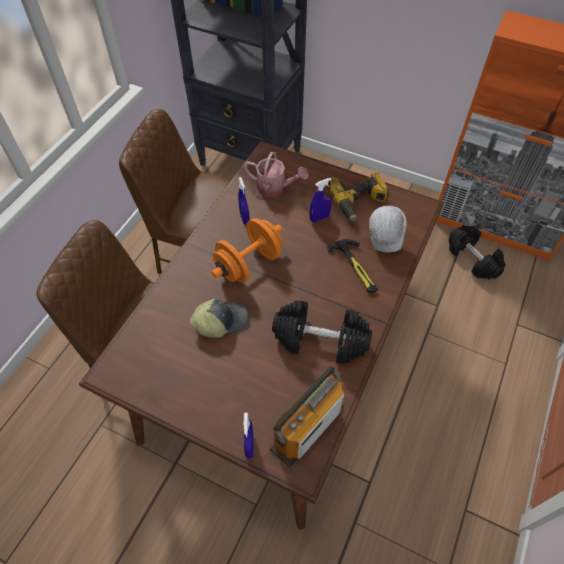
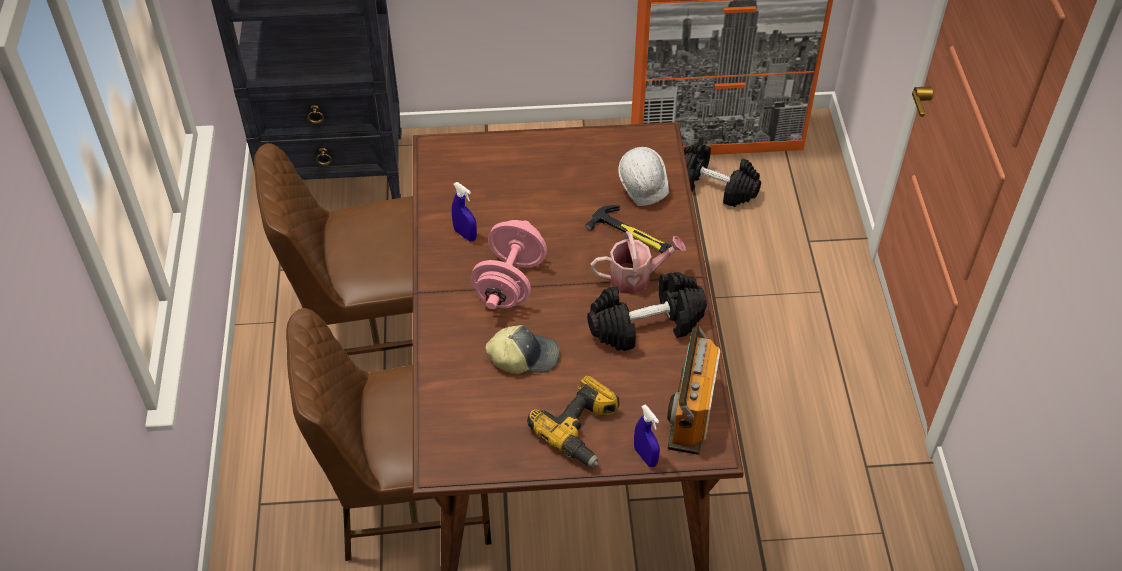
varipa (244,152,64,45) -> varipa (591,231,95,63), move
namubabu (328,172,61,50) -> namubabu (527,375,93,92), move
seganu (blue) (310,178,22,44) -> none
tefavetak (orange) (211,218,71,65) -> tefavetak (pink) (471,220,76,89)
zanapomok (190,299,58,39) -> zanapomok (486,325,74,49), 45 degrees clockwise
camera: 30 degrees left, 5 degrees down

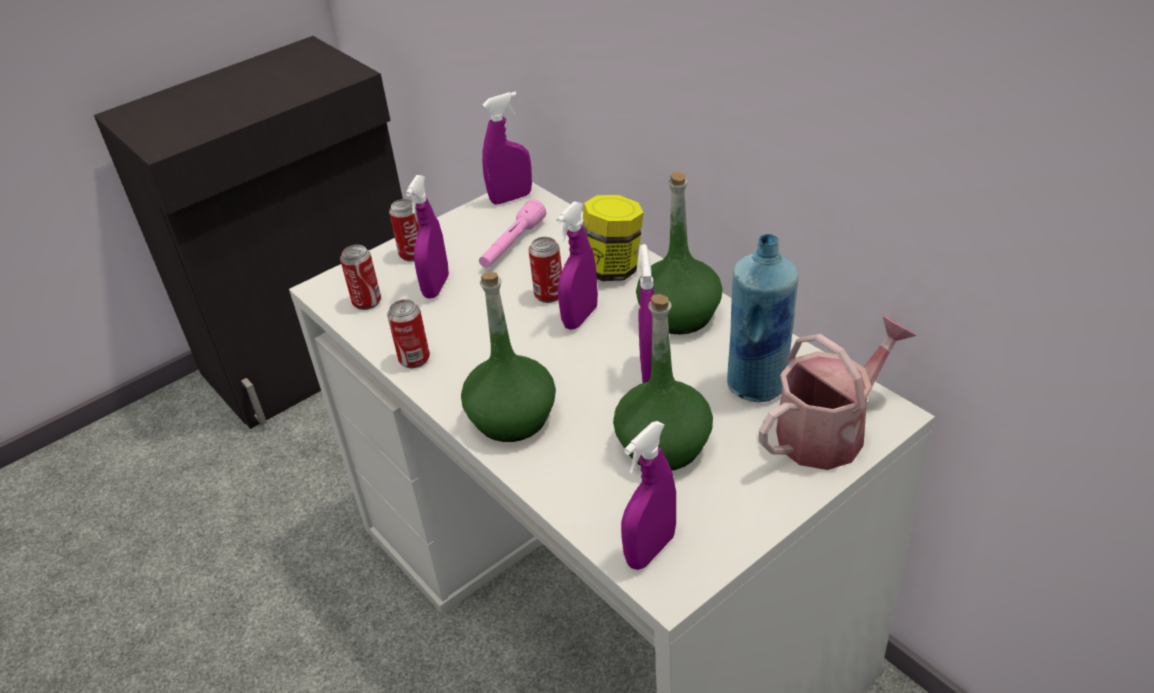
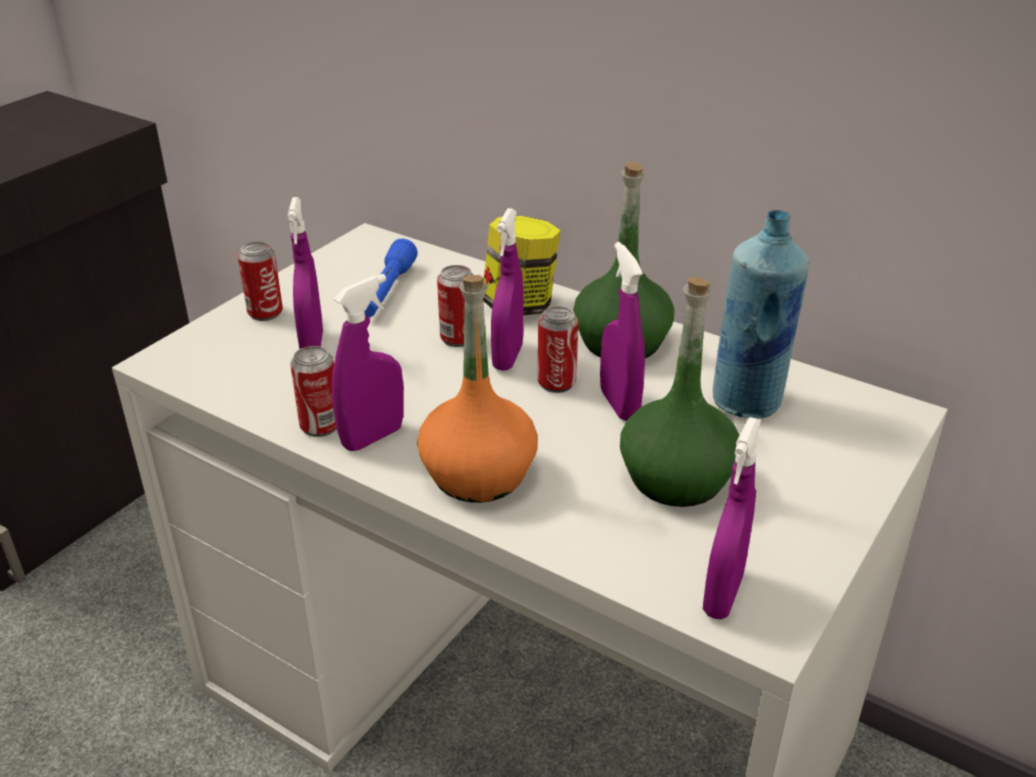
seganu (purple) (482,92,50,112) -> seganu (purple) (332,274,72,177), move
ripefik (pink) (479,199,67,69) -> ripefik (blue) (365,239,53,78)
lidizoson (340,245,41,65) -> lidizoson (537,306,41,87), move
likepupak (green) (461,272,95,170) -> likepupak (orange) (417,275,121,228)
varipa (759,316,157,154) -> none
camera: 20 degrees left, 5 degrees down

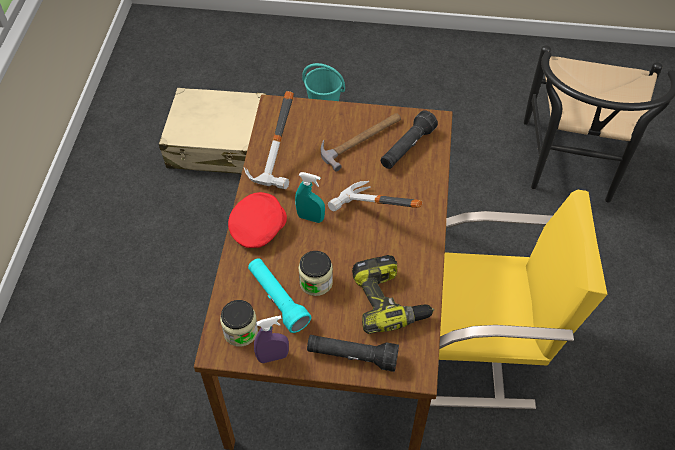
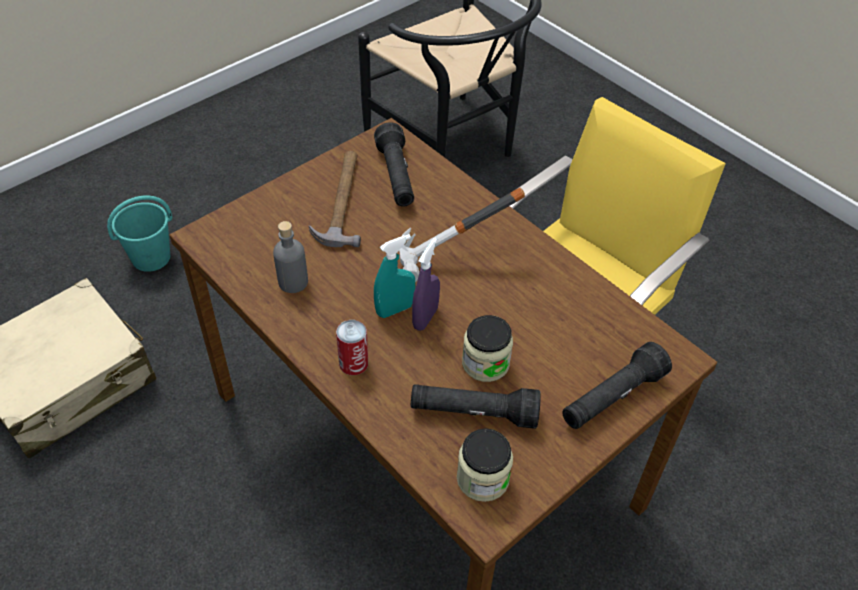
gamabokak (244,91,50,98) -> likepupak (grey) (273,221,35,72)
zanapomok (red) (228,192,59,56) -> lidizoson (336,320,32,55)
namubabu (352,255,82,79) -> none
ripefik (turquoise) (248,258,63,75) -> ripefik (black) (411,384,130,45)
seganu (purple) (254,315,35,48) -> seganu (purple) (412,237,28,94), move
camera: 50 degrees left, 5 degrees down

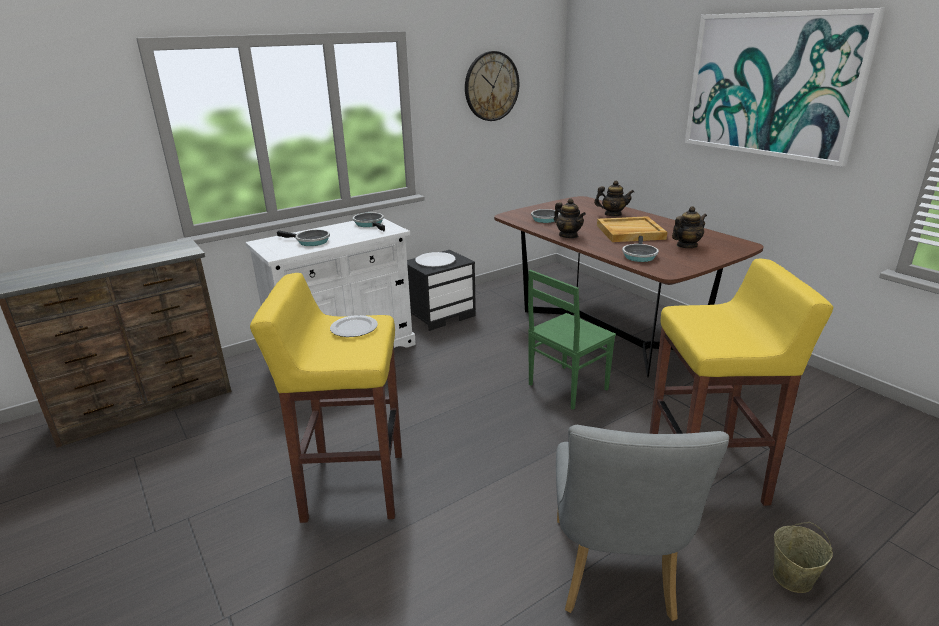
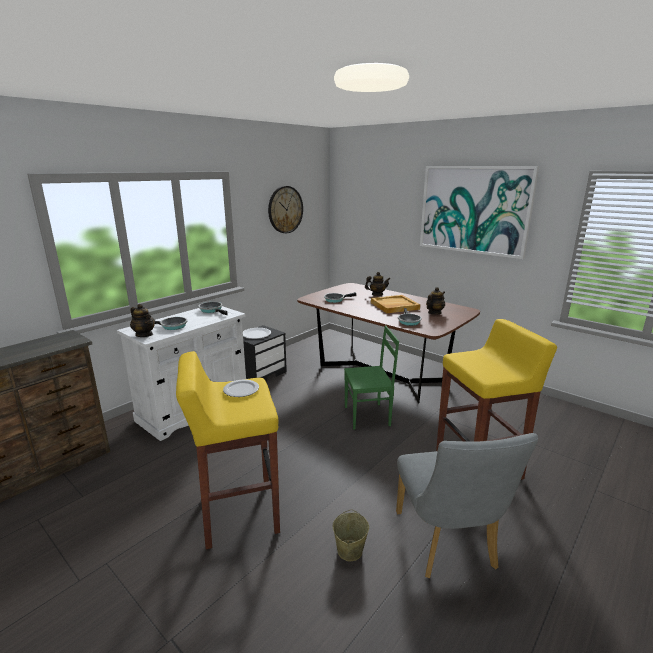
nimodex (554,198,32,40) -> nimodex (130,304,25,33), move
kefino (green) (528,270,88,140) -> kefino (green) (344,325,55,105), 135 degrees counterclockwise
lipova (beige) (773,522,60,71) -> lipova (beige) (333,509,36,52), move
camera: 15 degrees left, 5 degrees down

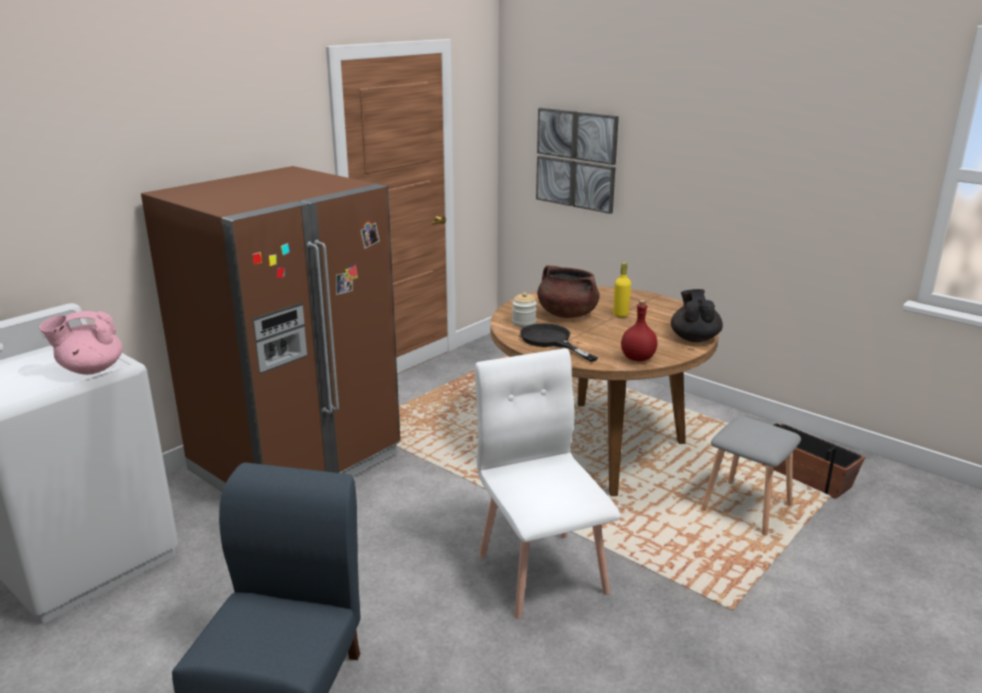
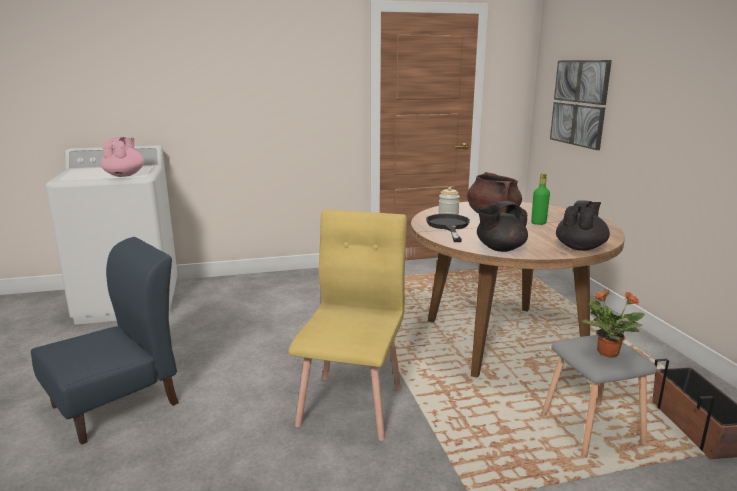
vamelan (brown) (141,166,259,326) -> none
likepupak (yellow) (613,262,18,55) -> likepupak (green) (531,173,19,52)
likepupak (red) (621,300,36,62) -> nimodex (black) (477,201,51,51)
nimodex (pink) (39,311,84,64) -> nimodex (pink) (101,137,43,40), 75 degrees clockwise
kefino (white) (475,348,145,271) -> kefino (yellow) (289,209,118,232)
none -> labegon (581,289,64,69)
camera: 35 degrees right, 5 degrees down

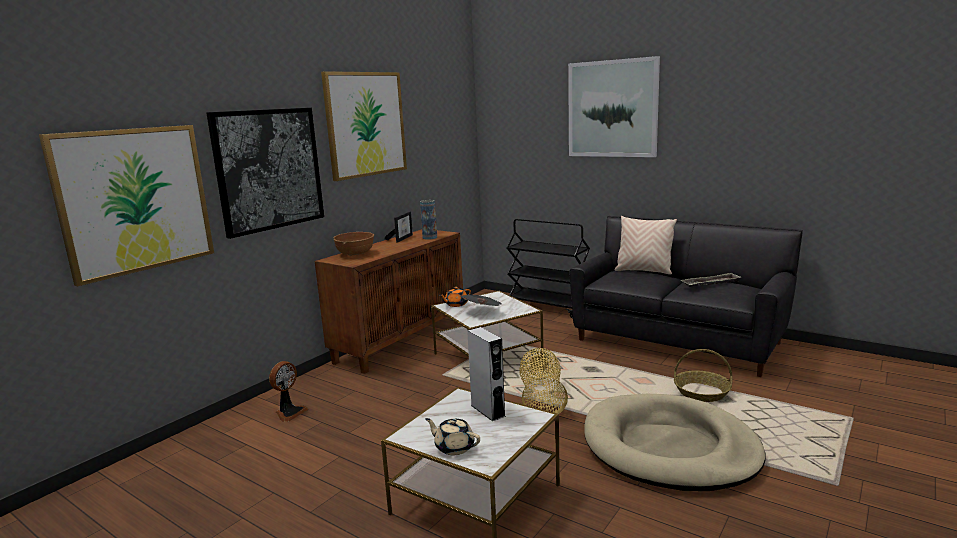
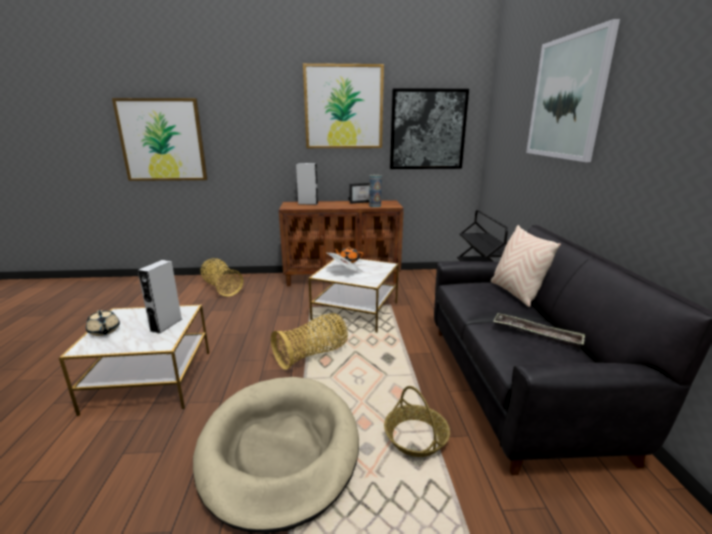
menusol (206,108,118,131) -> menusol (390,88,79,81), move
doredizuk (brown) (333,232,41,24) -> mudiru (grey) (296,163,22,42)
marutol (269,361,39,61) -> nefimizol (200,258,43,39)
nimodex (beige) (425,418,55,37) -> nimodex (beige) (86,310,34,26), 150 degrees clockwise
camera: 50 degrees right, 5 degrees up

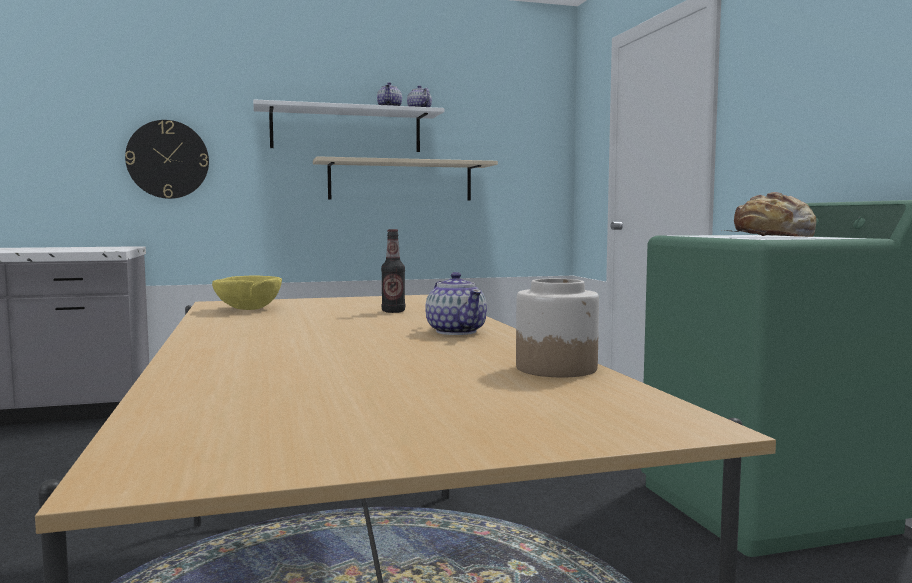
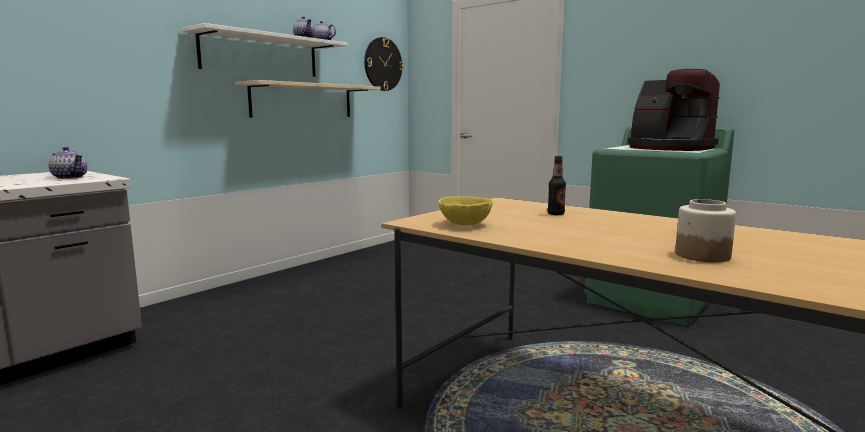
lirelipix (125,120,84,79) -> lirelipix (364,37,39,54), move
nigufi (722,192,94,45) -> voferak (628,69,92,82)
nimodex (425,272,62,63) -> nimodex (48,147,39,32), move
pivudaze (516,279,83,98) -> pivudaze (675,199,61,63), move
camera: 35 degrees left, 5 degrees up

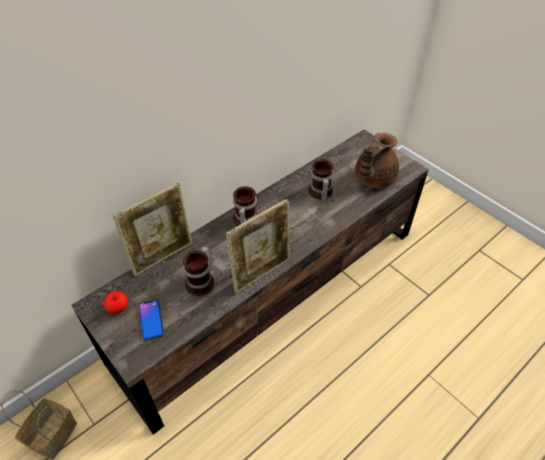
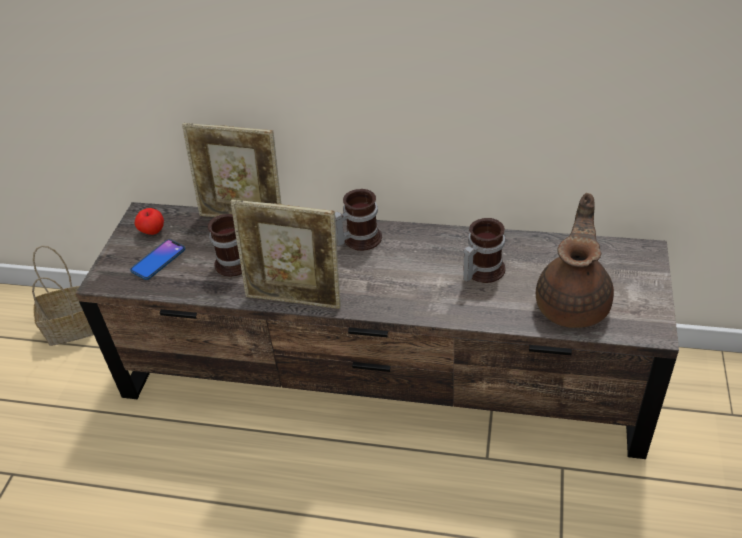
nimodex (brown) (355,133,44,55) -> nimodex (brown) (536,193,78,135), 105 degrees clockwise
camera: 55 degrees right, 5 degrees down

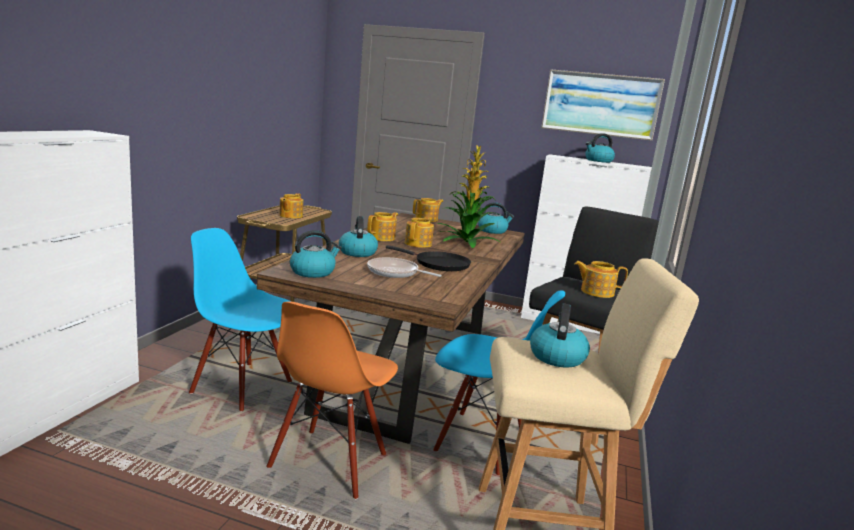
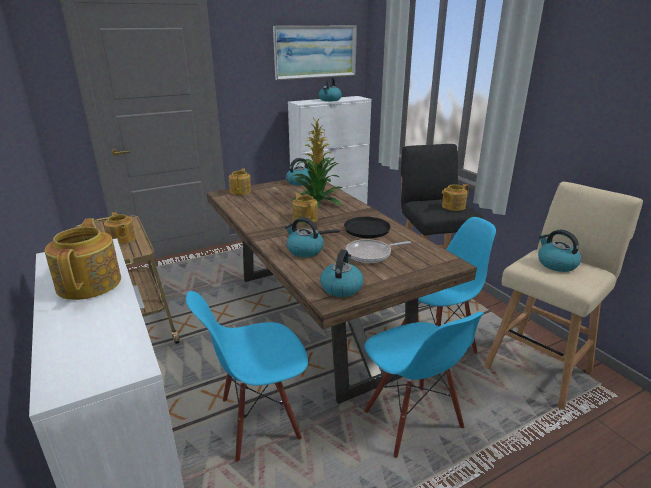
nimodex (367,212,31,29) -> nimodex (45,218,76,82), move
kefino (orange) (266,301,132,198) -> kefino (blue) (364,312,120,146)
camera: 45 degrees left, 10 degrees up

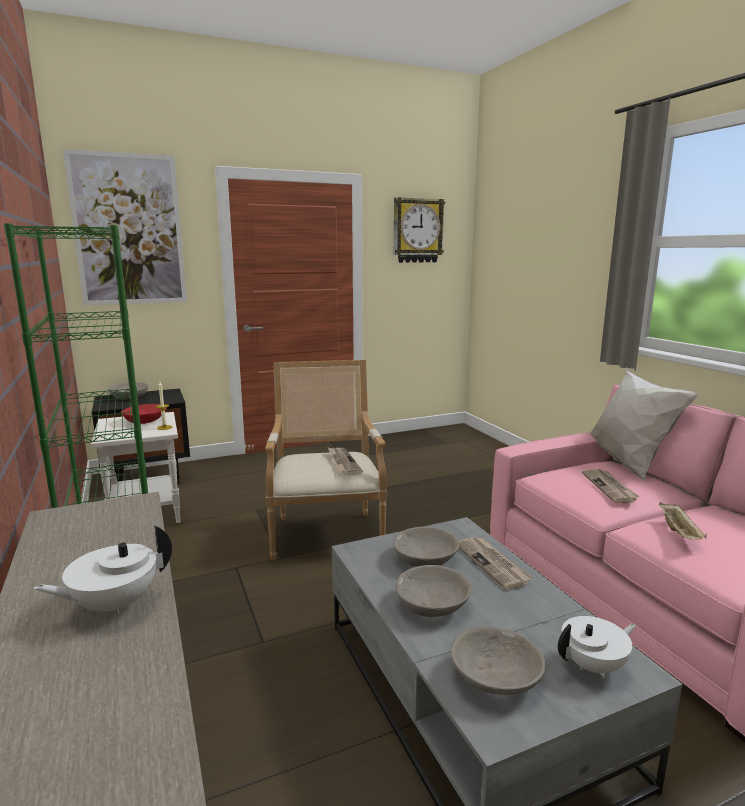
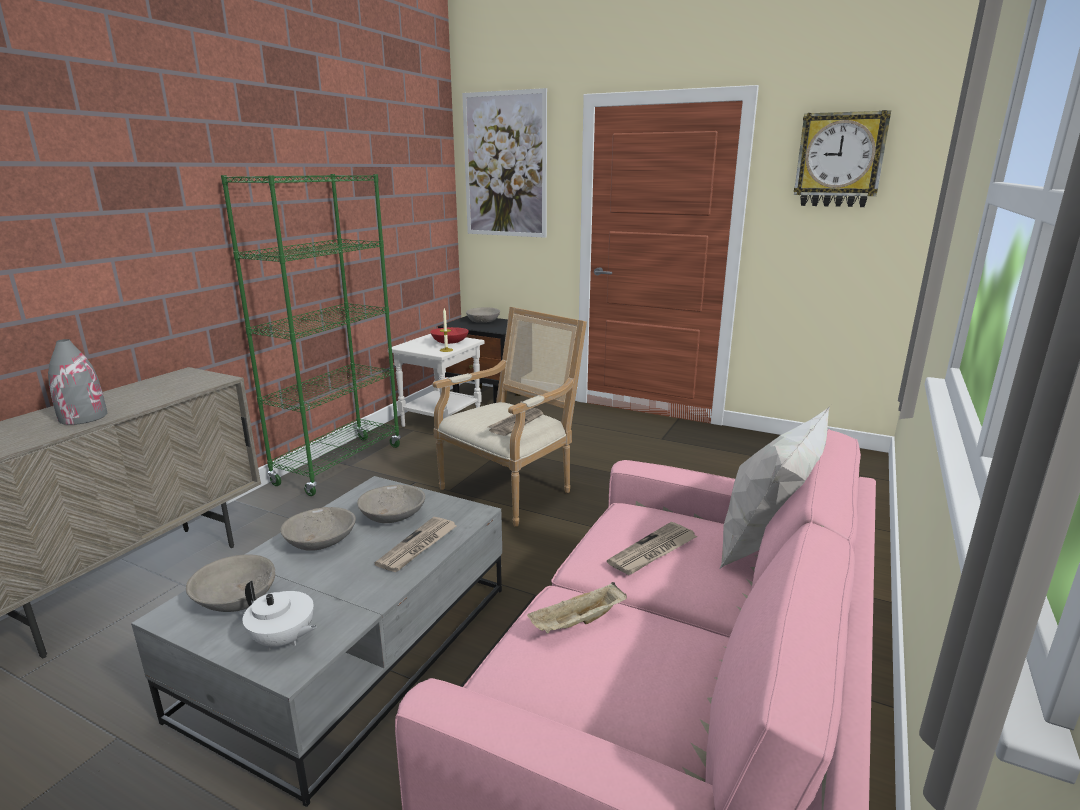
nimodex (white) (33,525,139,90) -> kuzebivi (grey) (48,339,59,86)
camera: 50 degrees right, 5 degrees up

